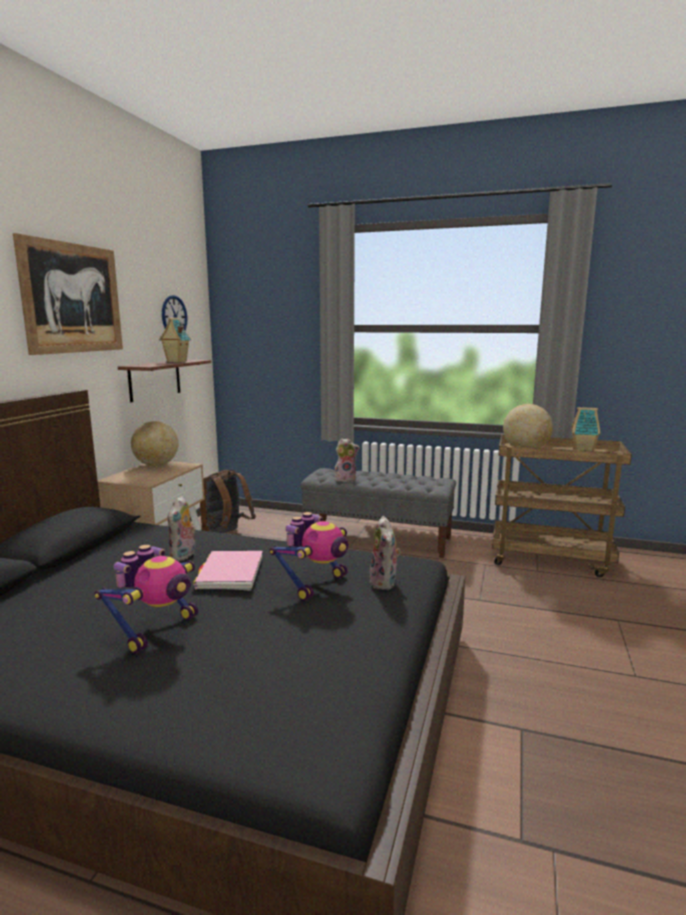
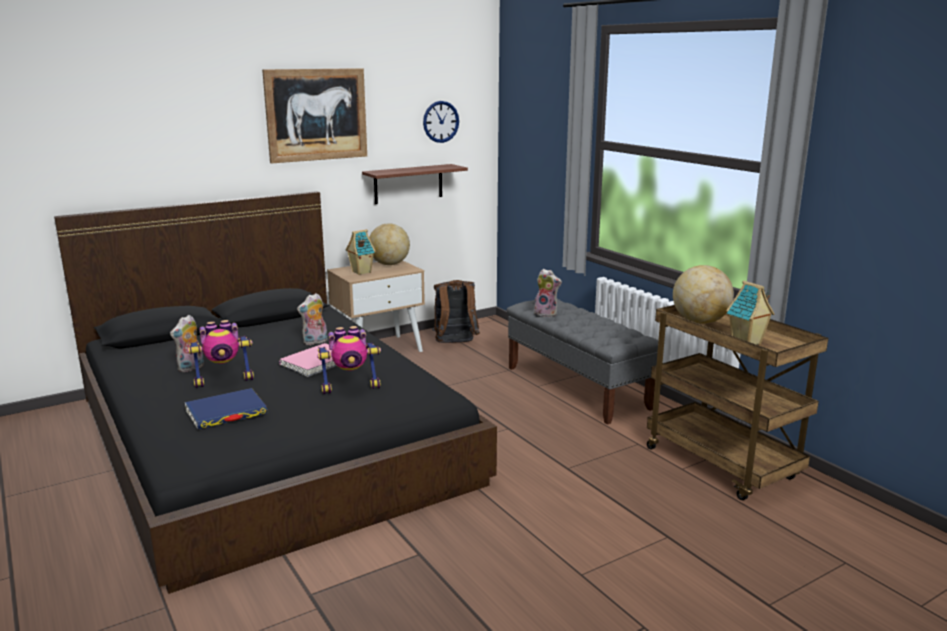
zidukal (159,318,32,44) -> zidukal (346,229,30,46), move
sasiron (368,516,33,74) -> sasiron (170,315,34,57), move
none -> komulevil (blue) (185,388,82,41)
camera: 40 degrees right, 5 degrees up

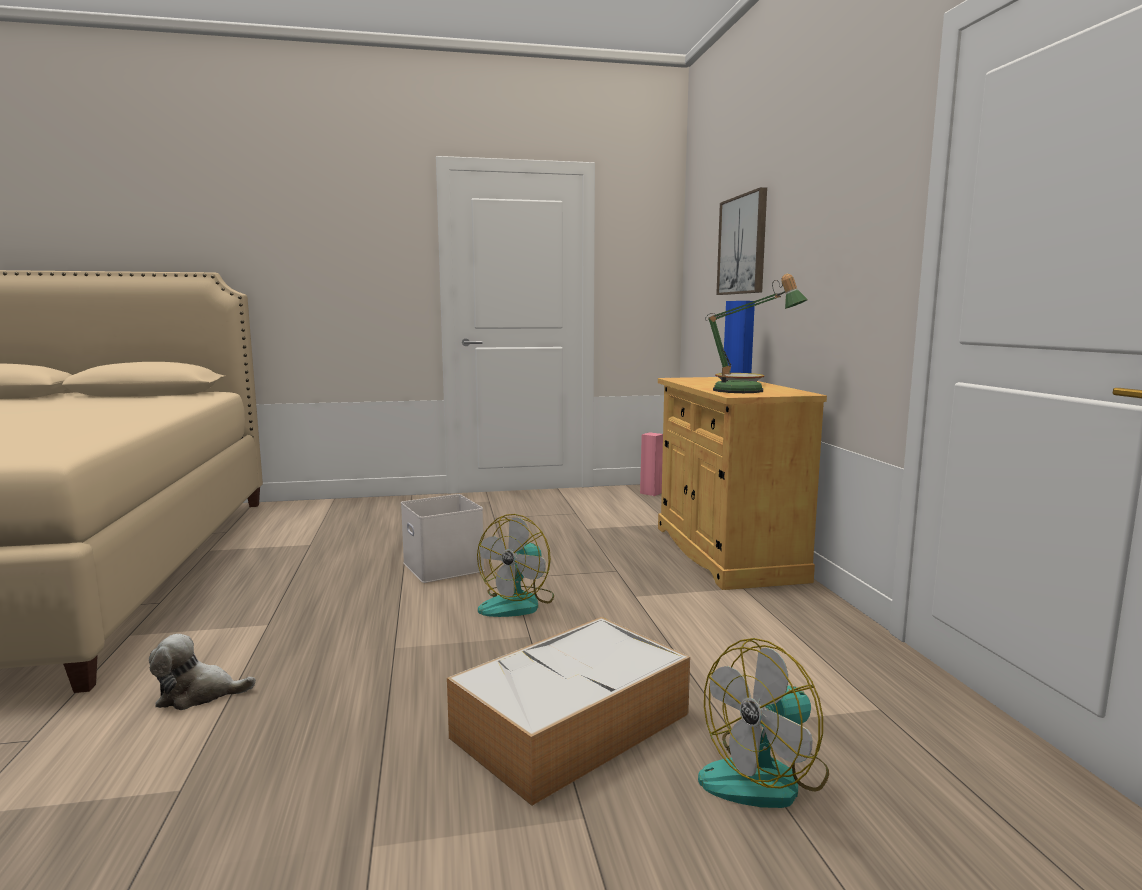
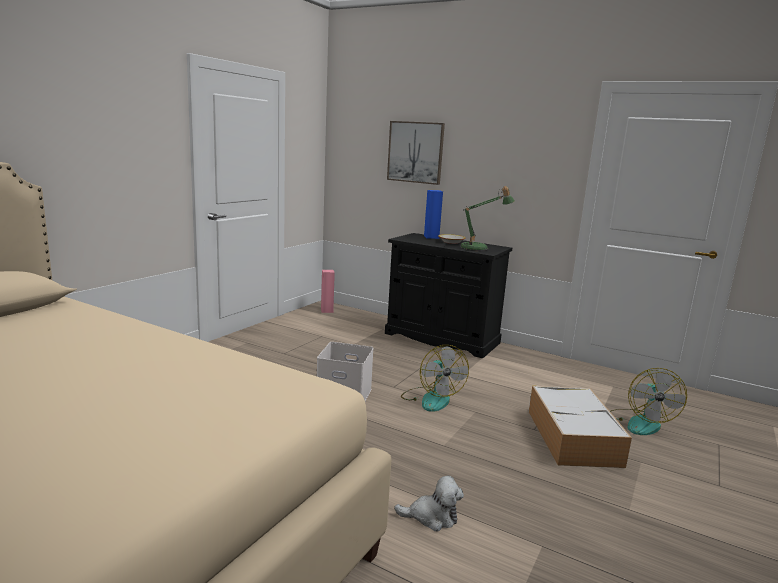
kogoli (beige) (658,377,169,213) -> kogoli (black) (385,233,127,126)
sasiron (149,634,107,76) -> sasiron (394,475,70,56), 120 degrees counterclockwise
camera: 50 degrees left, 5 degrees up

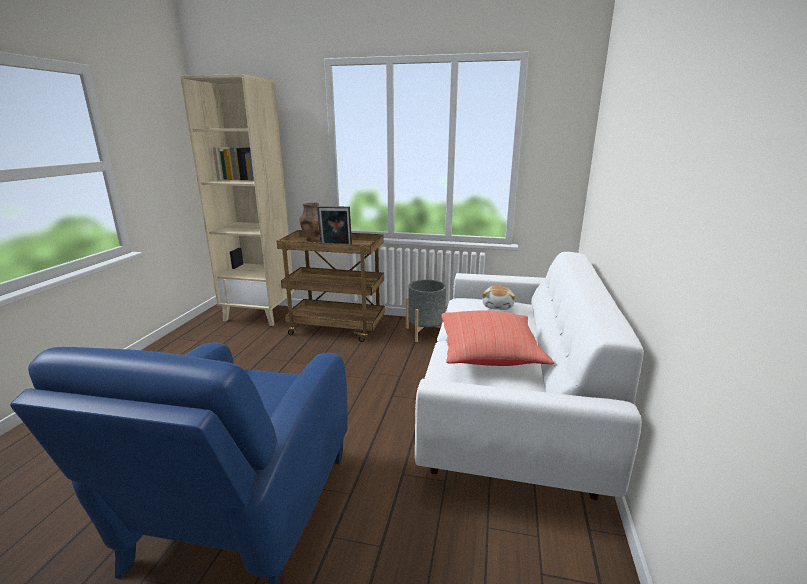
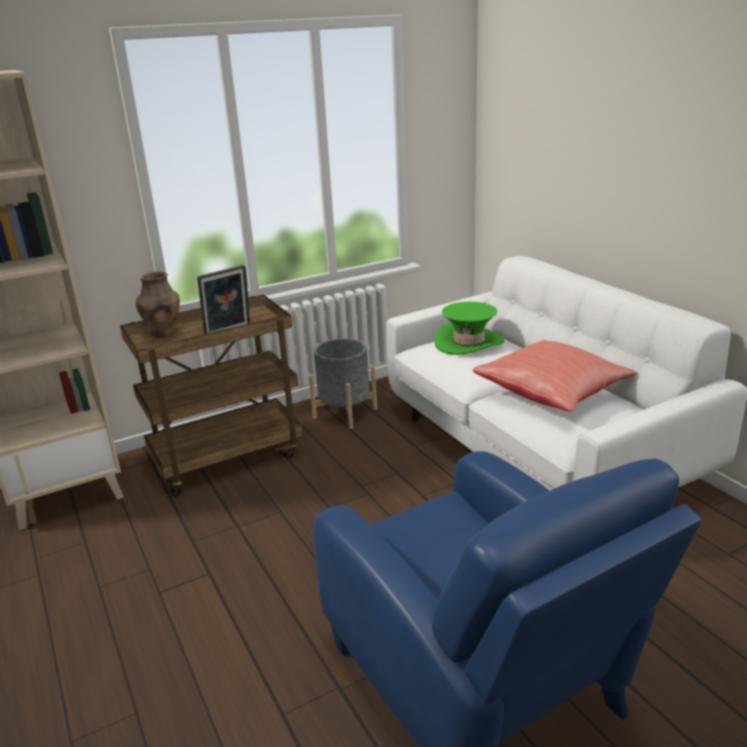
sasiron (483,286,32,24) -> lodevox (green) (434,302,70,53)
camera: 40 degrees left, 5 degrees up

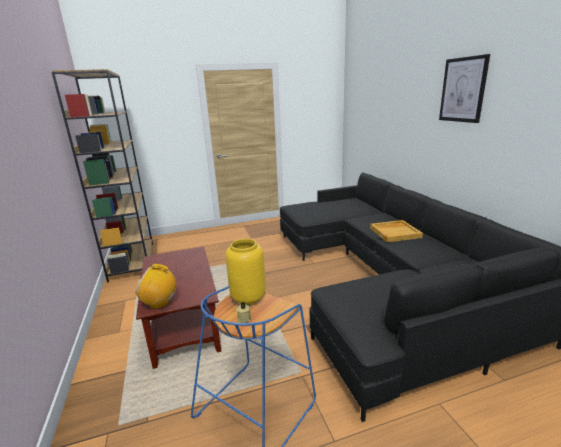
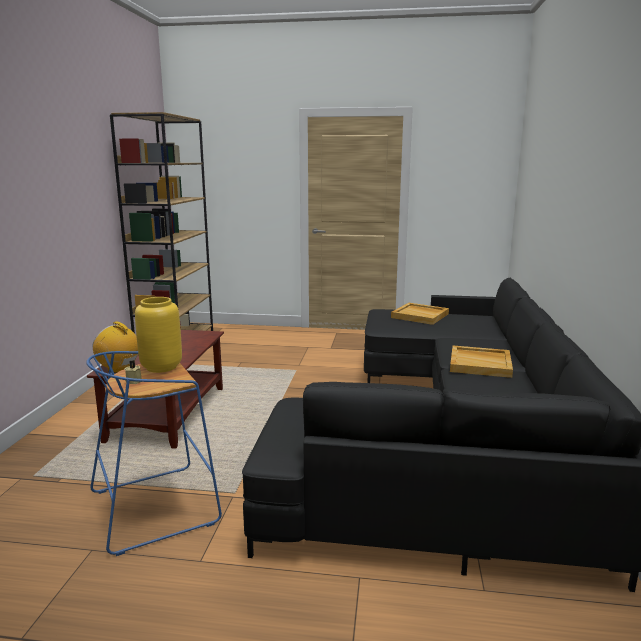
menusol (439,54,51,69) -> none
none -> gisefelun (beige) (391,303,58,22)
camera: 25 degrees right, 5 degrees down

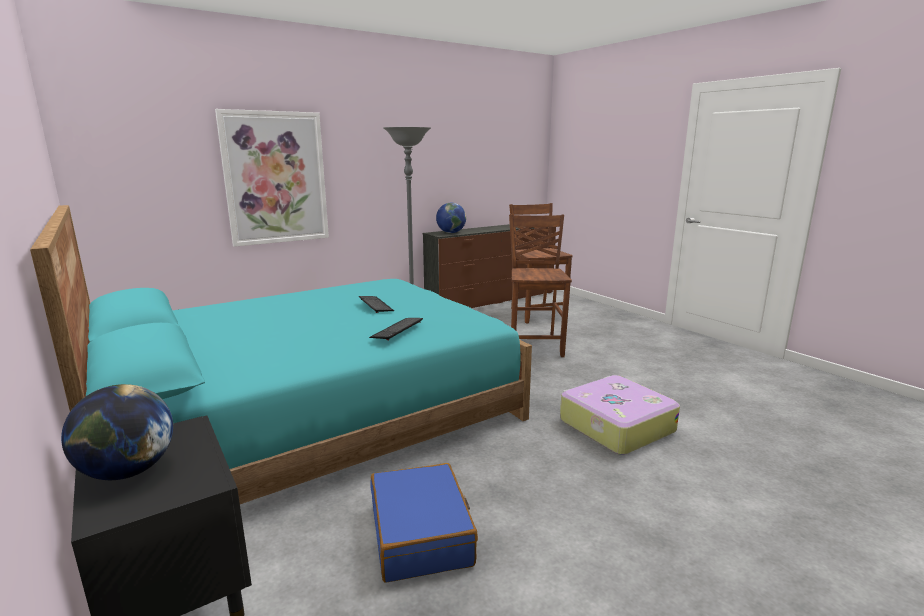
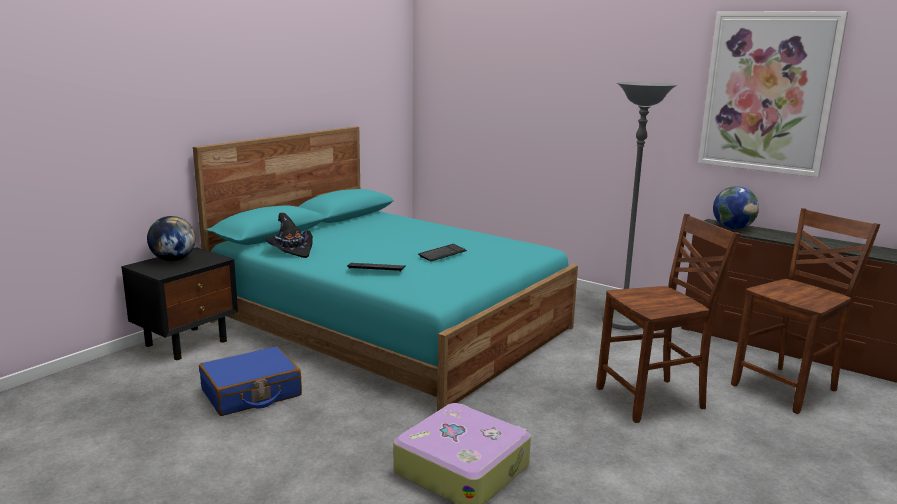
menusol (215,109,114,138) -> menusol (698,11,150,166), move
none -> lodevox (black) (265,213,48,45)
camera: 70 degrees right, 0 degrees up

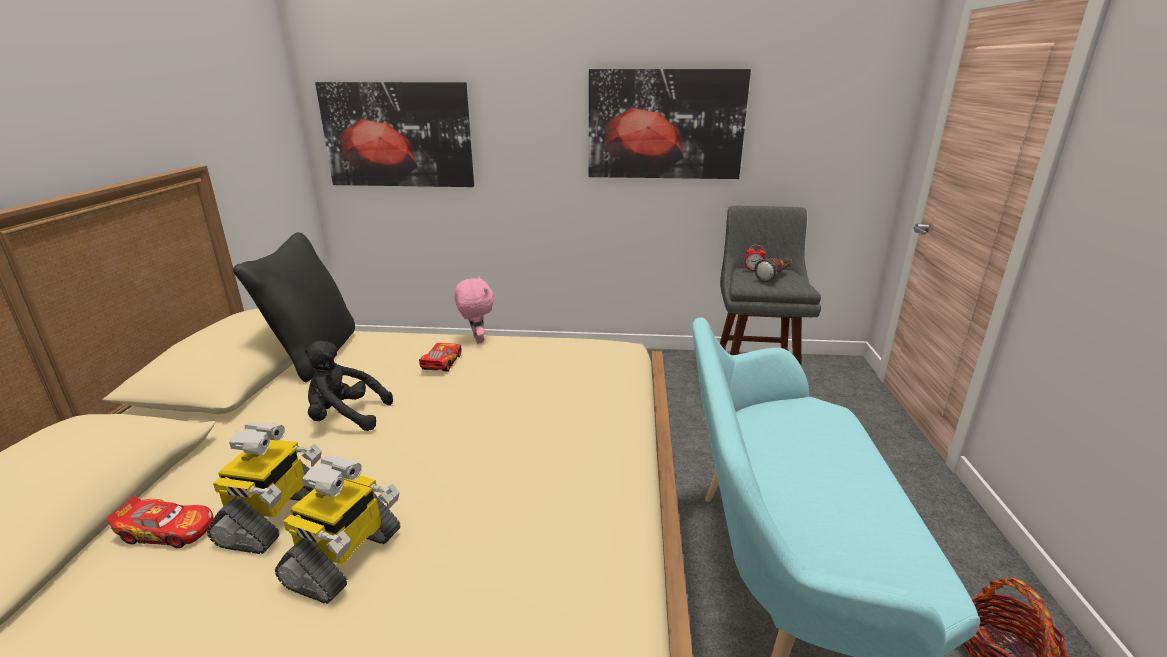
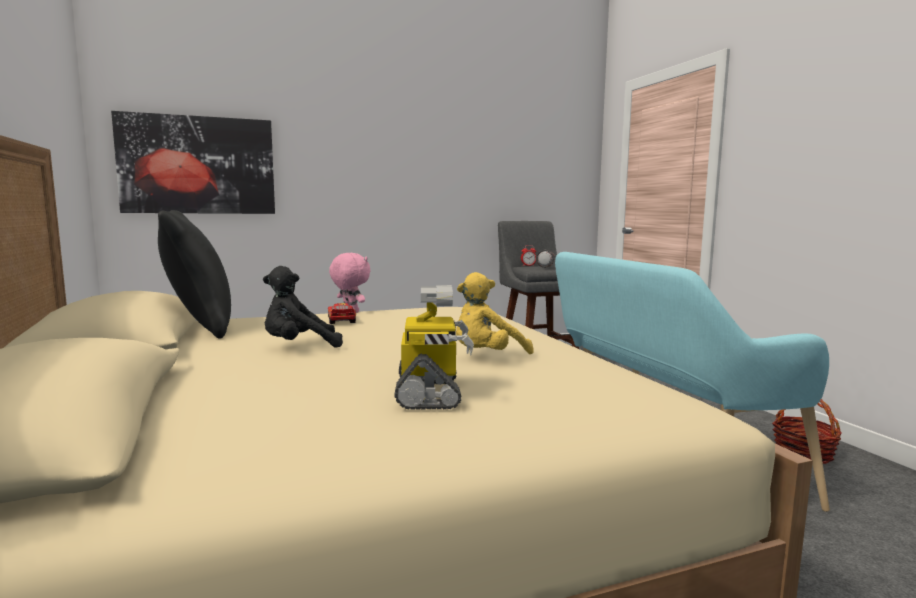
menusol (588,69,163,110) -> none
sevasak (207,422,115,132) -> none
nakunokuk (107,496,107,52) -> none
none -> sasiron (yellow) (456,272,78,82)
camera: 25 degrees left, 15 degrees down

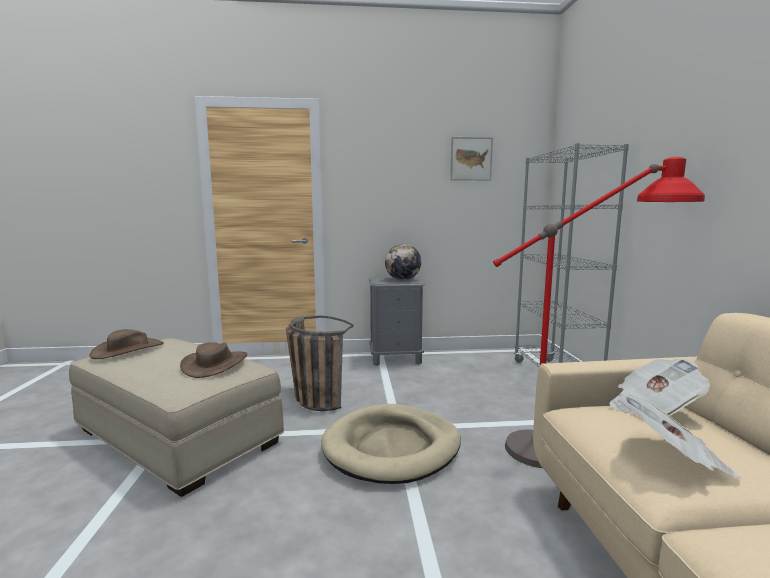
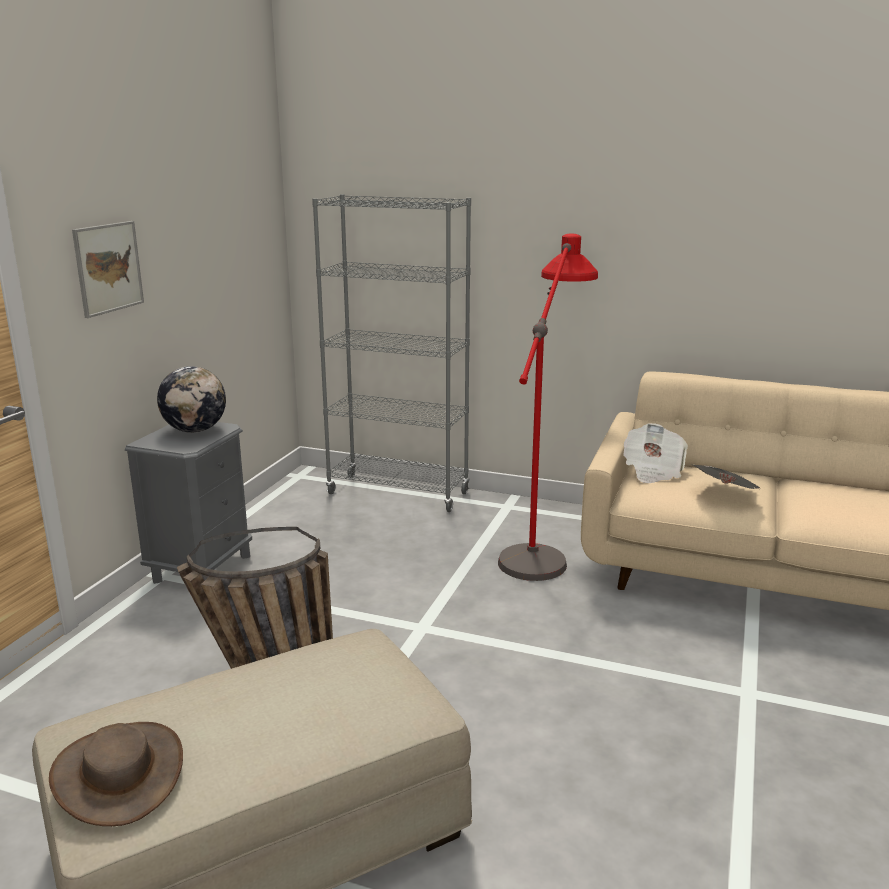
menusol (450,137,43,43) -> menusol (72,221,72,97), move
lodevox (brown) (180,342,67,36) -> none
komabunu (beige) (321,404,140,80) -> none
camera: 65 degrees left, 10 degrees up

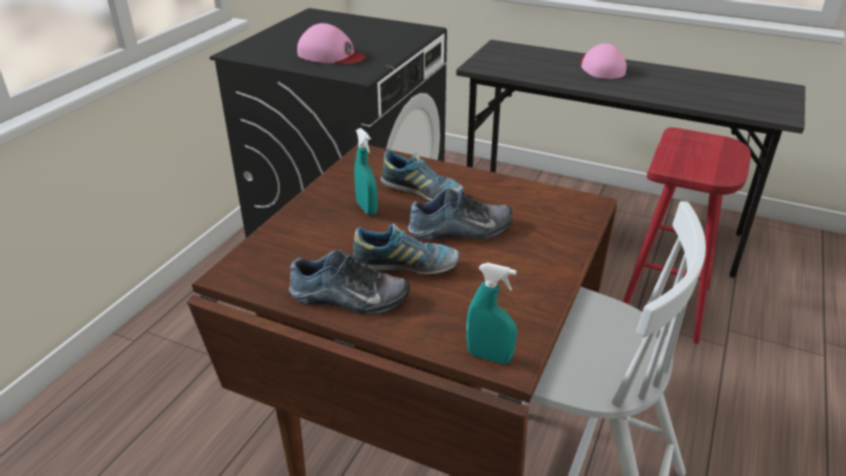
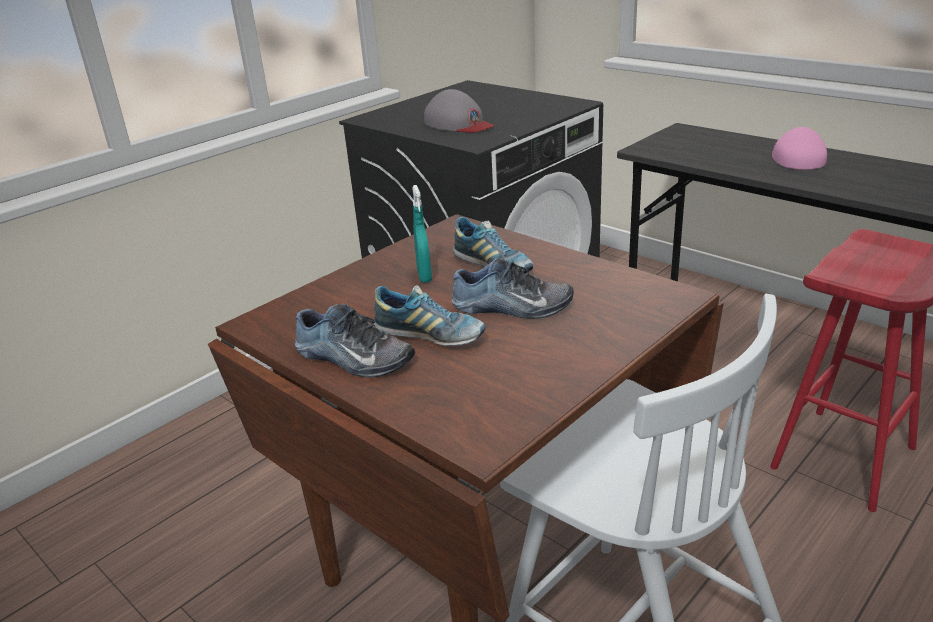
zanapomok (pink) (297,23,70,41) -> zanapomok (grey) (424,89,70,44)
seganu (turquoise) (466,263,51,101) -> none
camera: 20 degrees right, 5 degrees down

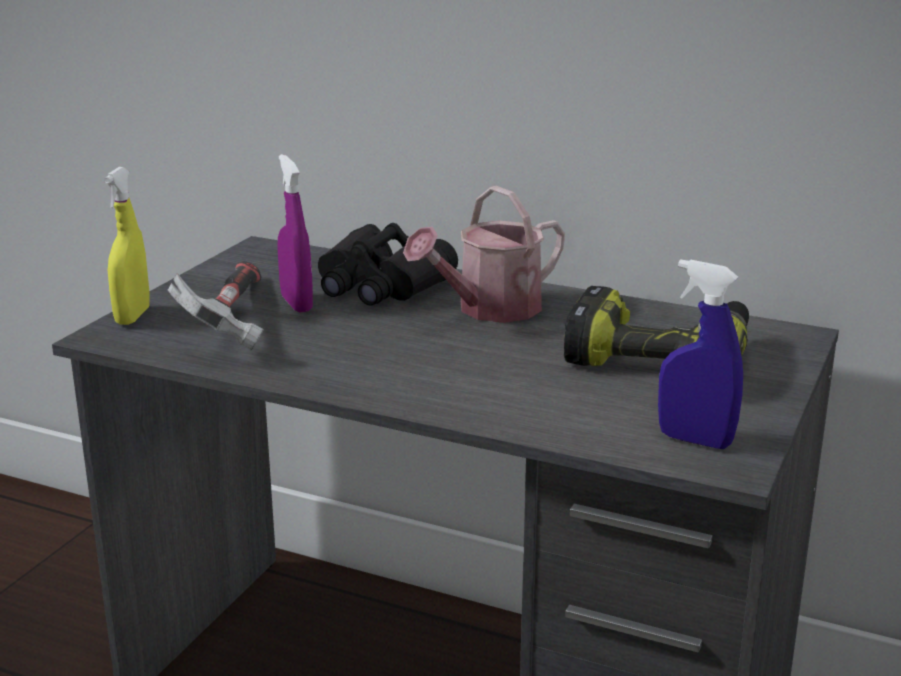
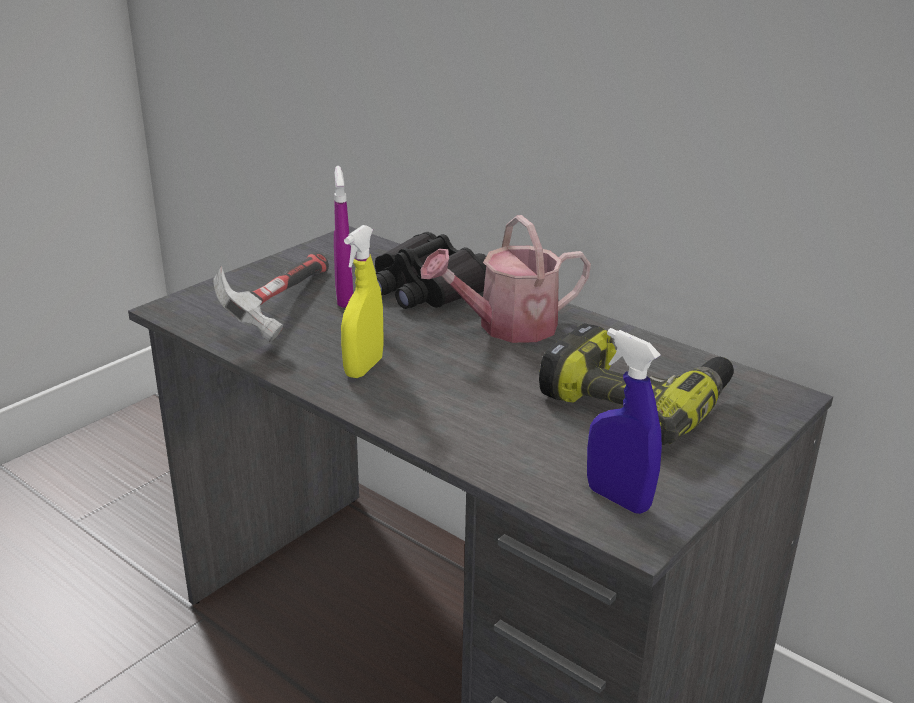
seganu (yellow) (104,167,46,158) -> seganu (yellow) (341,225,43,153), move
camera: 15 degrees right, 5 degrees up

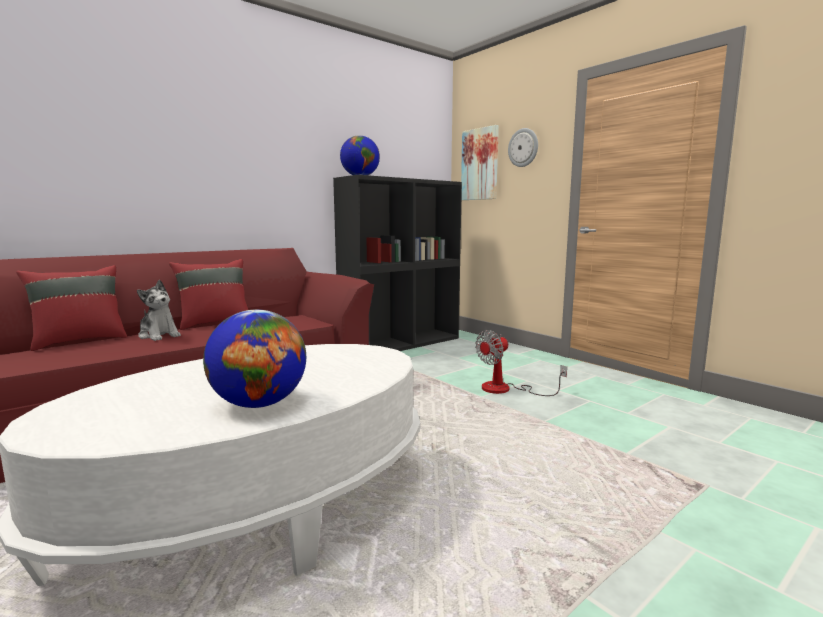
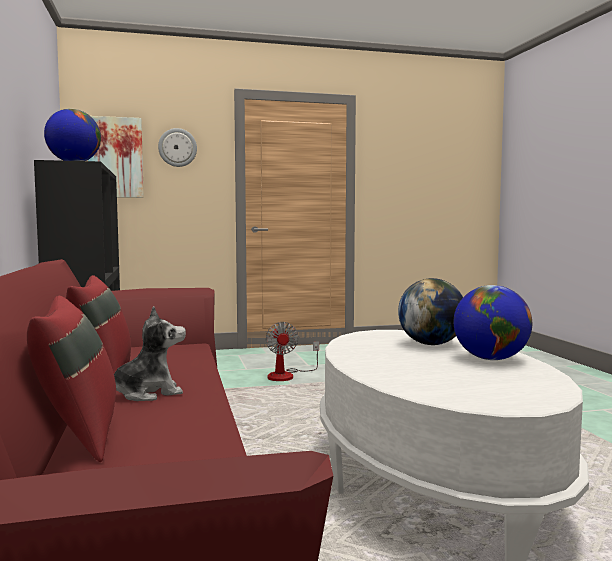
none -> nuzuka (398,278,65,67)
camera: 65 degrees left, 5 degrees down

